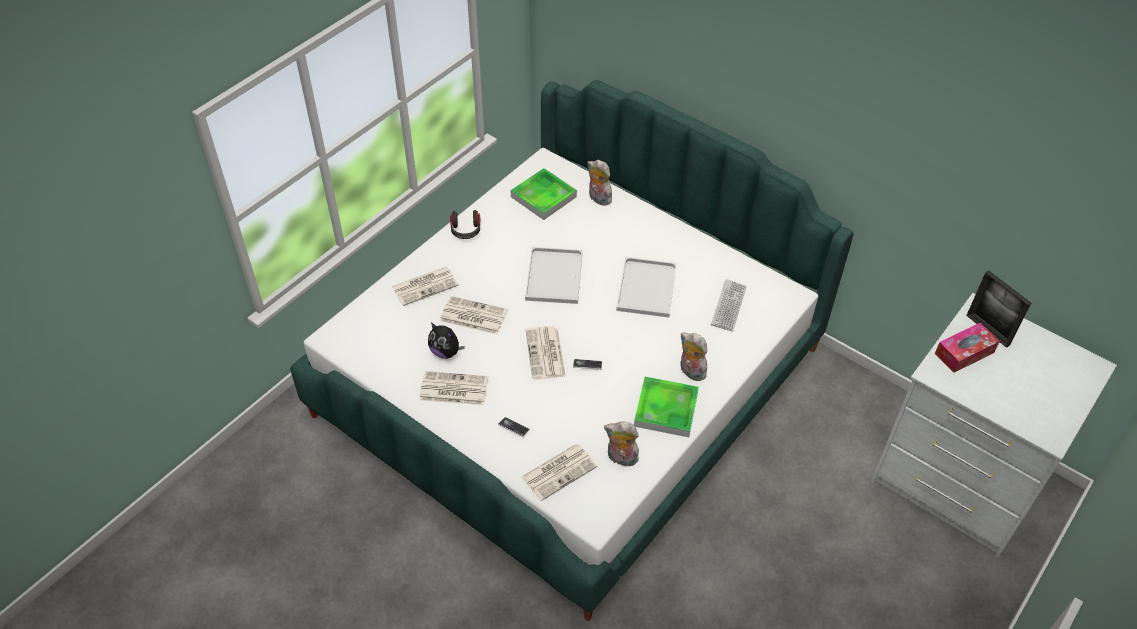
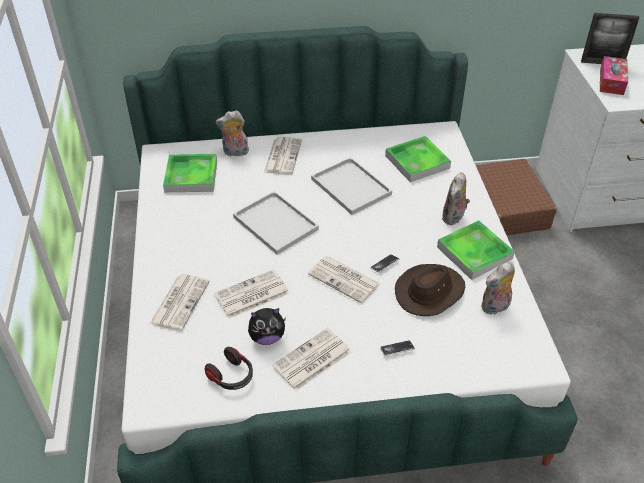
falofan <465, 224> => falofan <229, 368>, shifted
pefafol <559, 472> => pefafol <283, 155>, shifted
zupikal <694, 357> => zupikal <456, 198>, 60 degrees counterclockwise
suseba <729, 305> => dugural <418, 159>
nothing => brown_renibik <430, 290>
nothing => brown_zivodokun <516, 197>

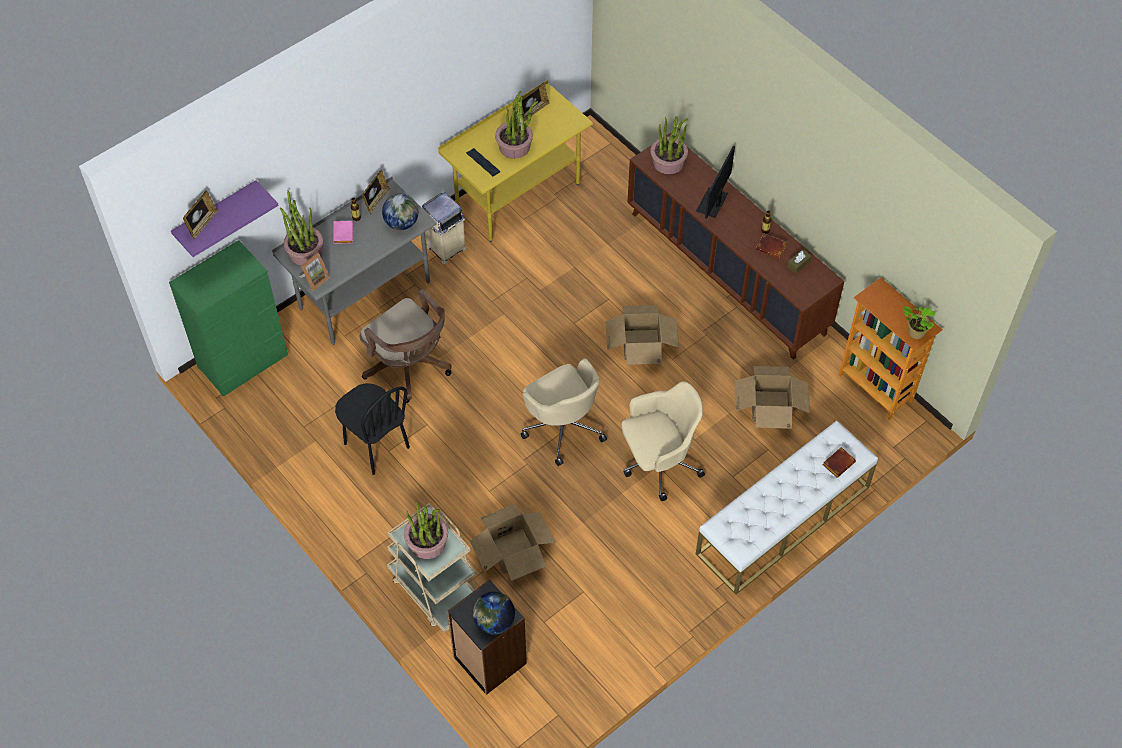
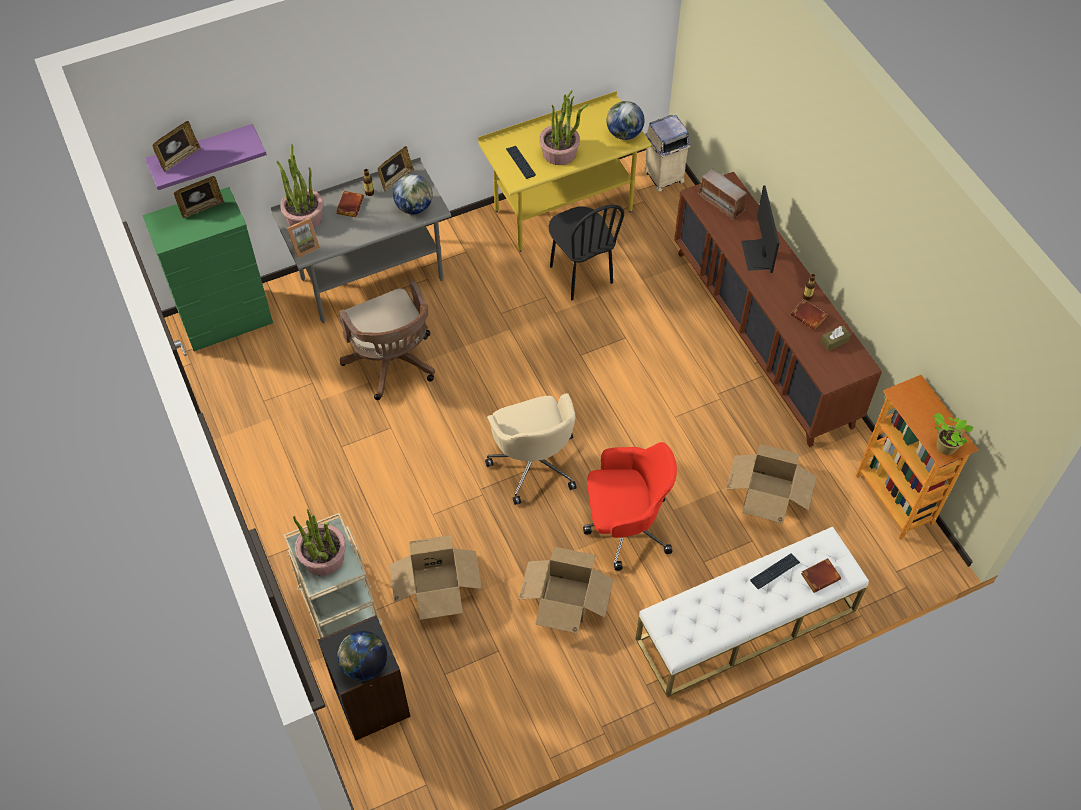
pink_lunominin <343, 232> => brown_lunominin <350, 204>
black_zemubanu <372, 429> => black_zemubanu <586, 252>, shifted
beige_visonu <444, 228> => beige_visonu <667, 153>, shifted
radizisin <534, 101> => radizisin <199, 197>, shifted
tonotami <642, 335> => tonotami <566, 590>, shifted
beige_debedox <663, 441> => red_debedox <630, 506>
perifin <669, 145> => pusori <723, 194>
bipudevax <715, 182> => bipudevax <760, 229>, 45 degrees counterclockwise
nothing => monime <625, 120>
nothing => suseba <775, 571>

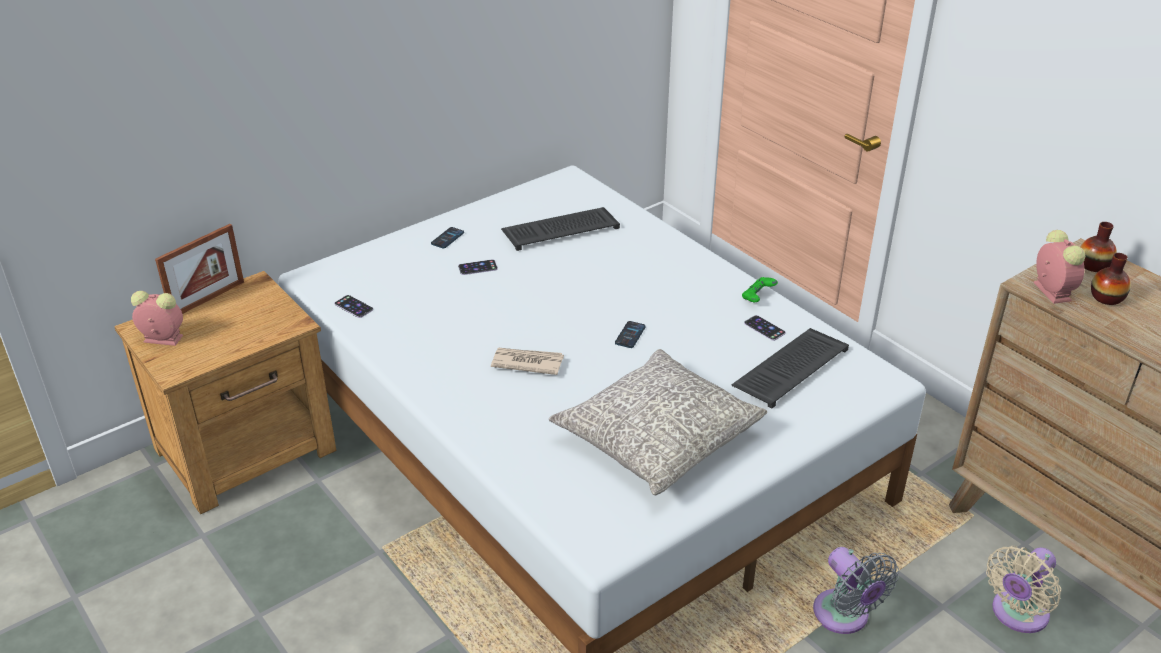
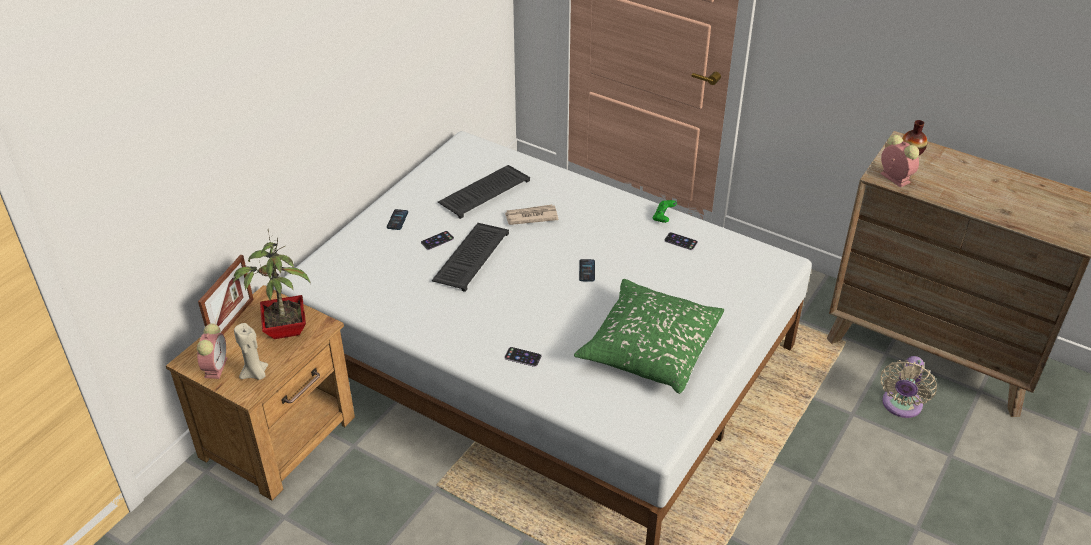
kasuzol <157, 318> => kasuzol <212, 351>, 105 degrees clockwise
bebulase <353, 306> => bebulase <523, 357>, shifted
pefafol <527, 361> => pefafol <531, 215>, shifted
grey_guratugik <658, 422> => green_guratugik <649, 336>
suseba <790, 368> => suseba <470, 257>, shifted
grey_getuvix <856, 590> => nothing
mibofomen <1111, 279> => nothing
nothing => perifin <272, 284>
nothing => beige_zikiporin <251, 351>

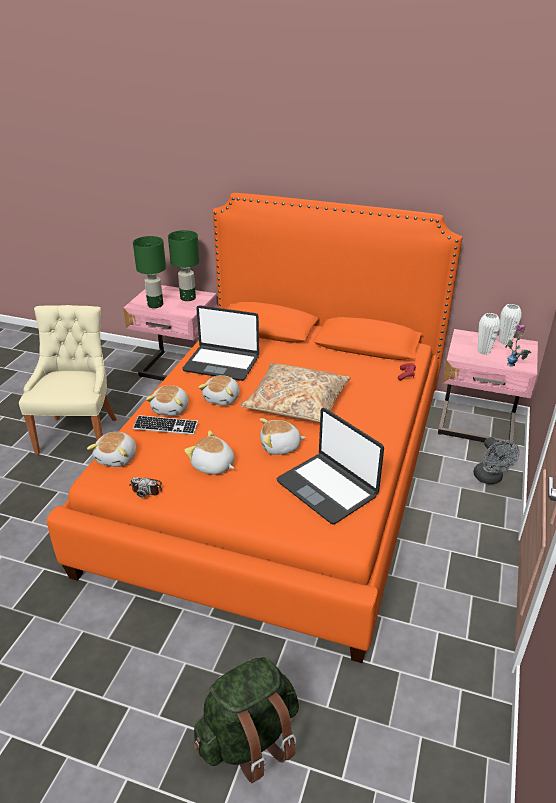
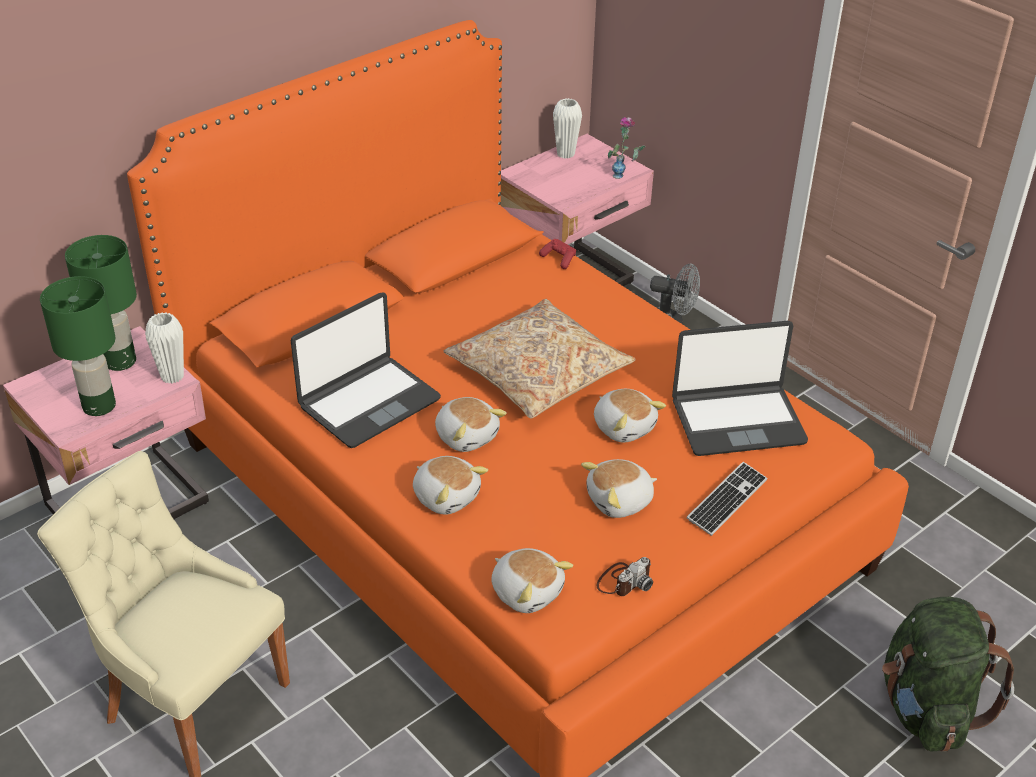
suseba <165, 425> => suseba <727, 499>, shifted
zupikal <283, 436> => zupikal <630, 415>, 60 degrees counterclockwise
white_mibofomen <489, 334> => white_mibofomen <164, 348>, shifted

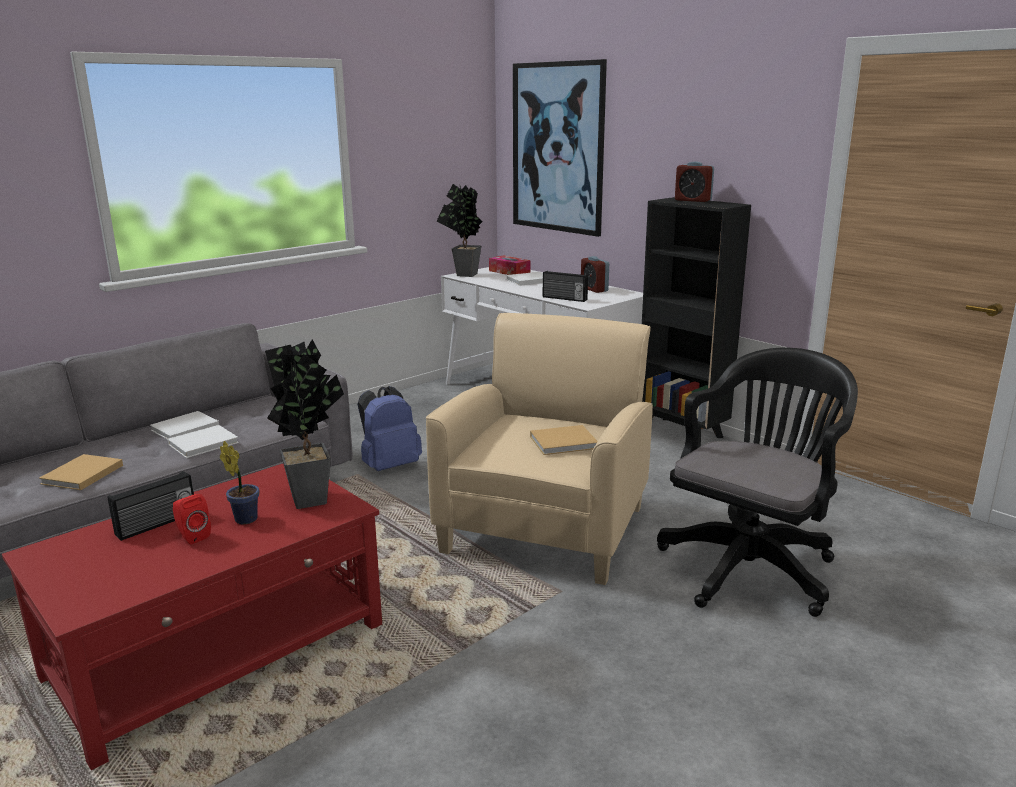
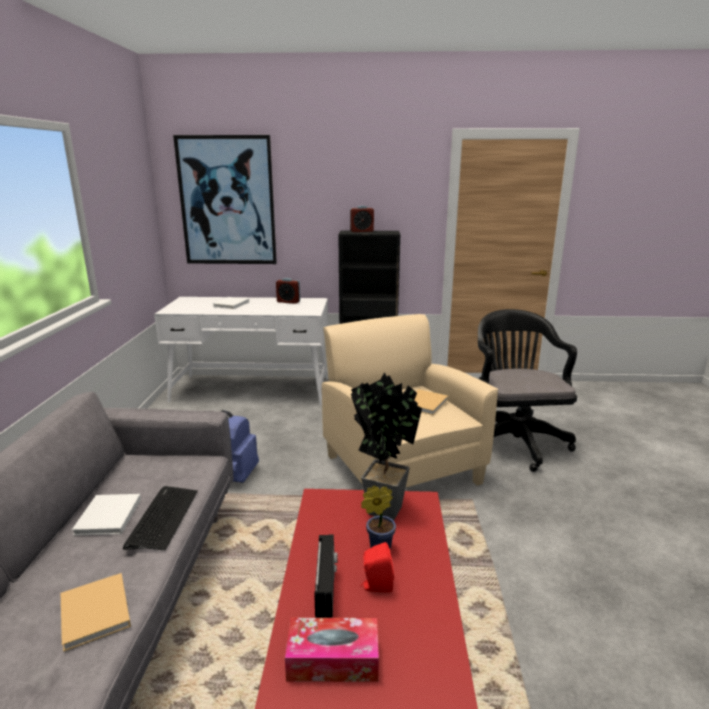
white_lunominin <203, 441> => suseba <160, 518>
perifin <459, 230> => nothing
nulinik <510, 265> => nulinik <332, 650>, shifted
pusori <565, 286> => nothing

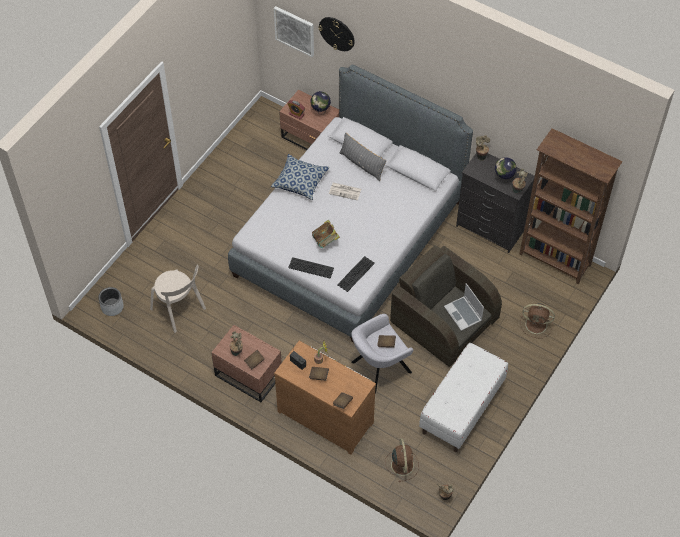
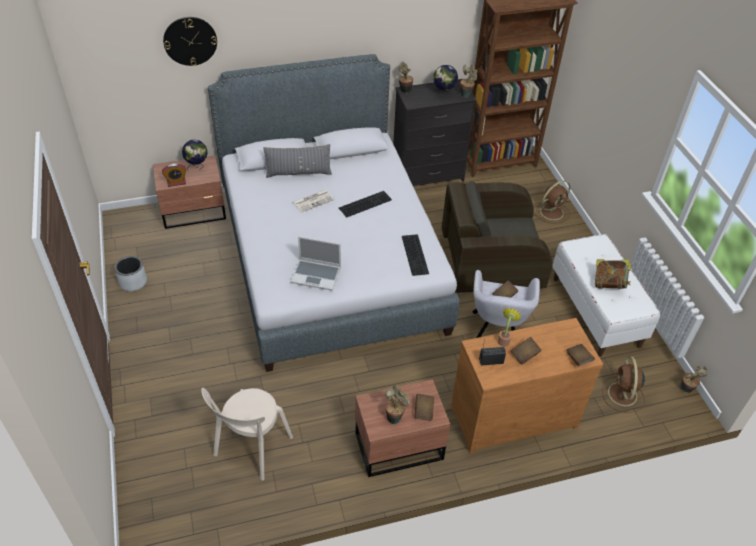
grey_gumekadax <111, 301> => grey_gumekadax <130, 273>, shifted
beige_zemubanu <178, 298> => beige_zemubanu <247, 434>, 120 degrees clockwise
guratugik <300, 177> => nothing
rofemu <294, 31> => nothing
suseba <311, 267> => suseba <365, 204>, shifted
lunominin <326, 234> => lunominin <613, 274>, shifted
brown_getuvix <402, 460> => brown_getuvix <623, 384>, 120 degrees counterclockwise
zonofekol <464, 307> => zonofekol <315, 263>, shifted

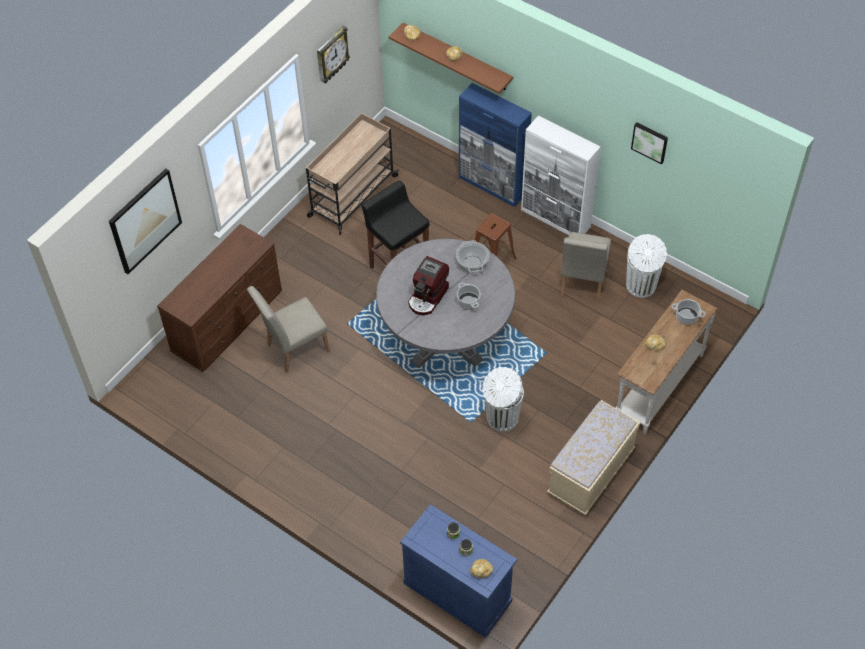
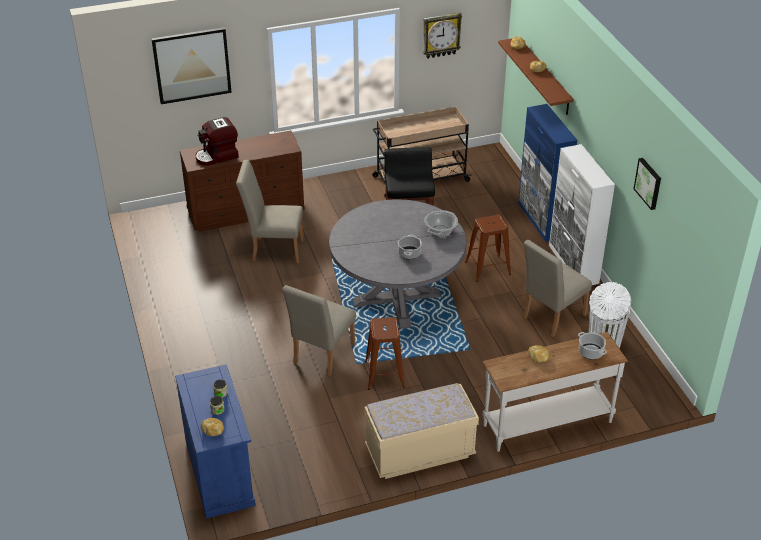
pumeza <428, 285> => pumeza <217, 141>, shifted
white_visonu <503, 399> => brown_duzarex <385, 353>
nothing => beige_zemubanu <319, 331>

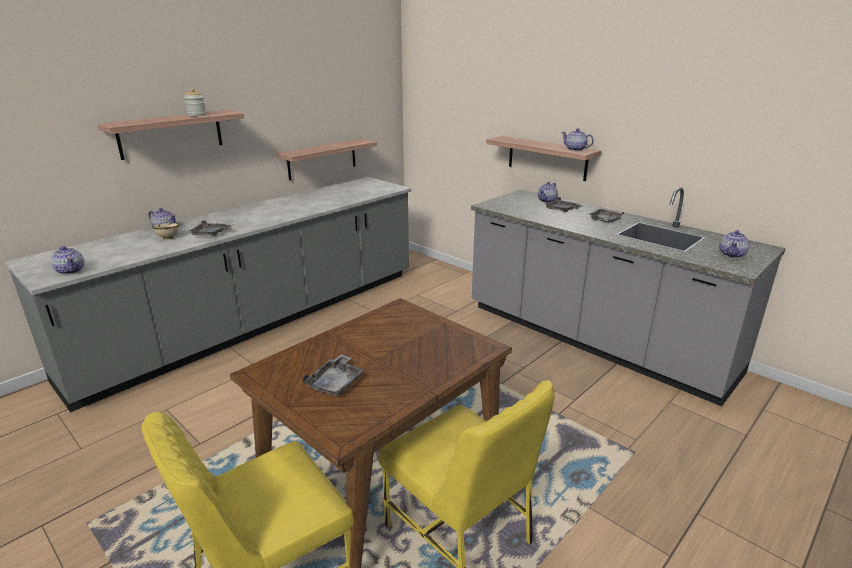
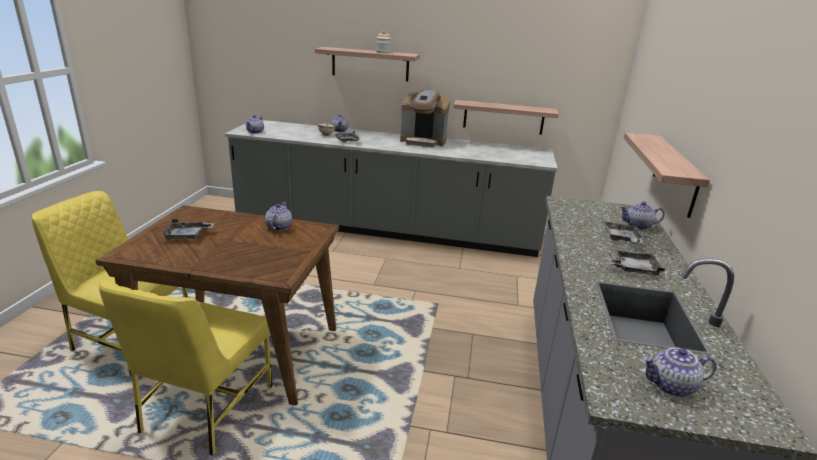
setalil <577, 140> => setalil <278, 216>, shifted
nothing => pumeza <425, 118>

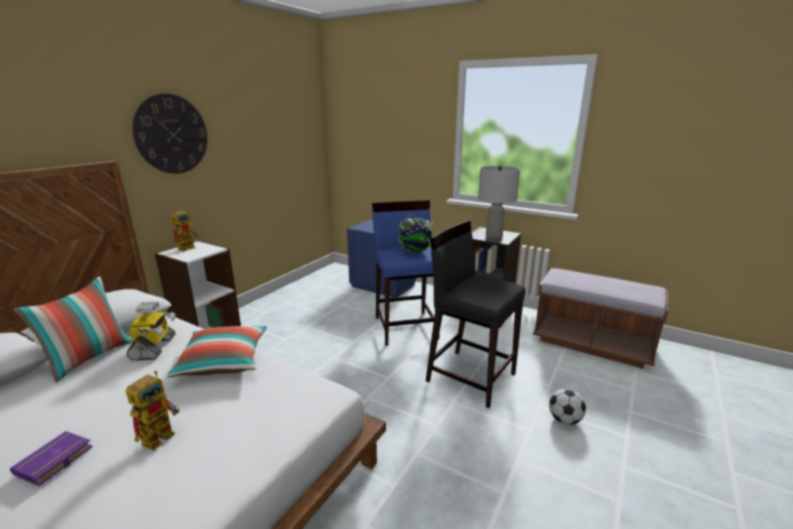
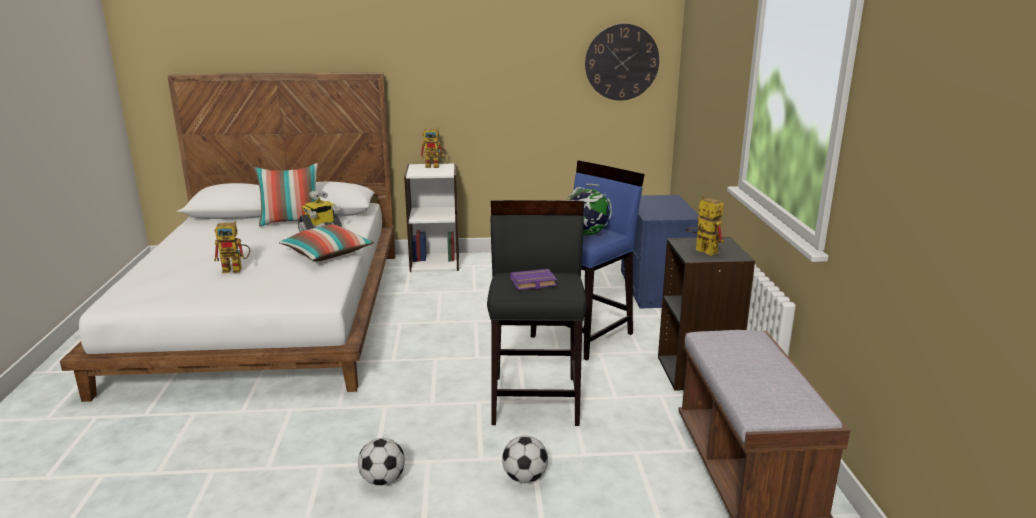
purple_lunominin <51, 458> => purple_lunominin <533, 279>, shifted
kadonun <170, 133> => kadonun <622, 62>, shifted
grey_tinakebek <499, 202> => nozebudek <704, 225>
nothing => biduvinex <381, 462>

